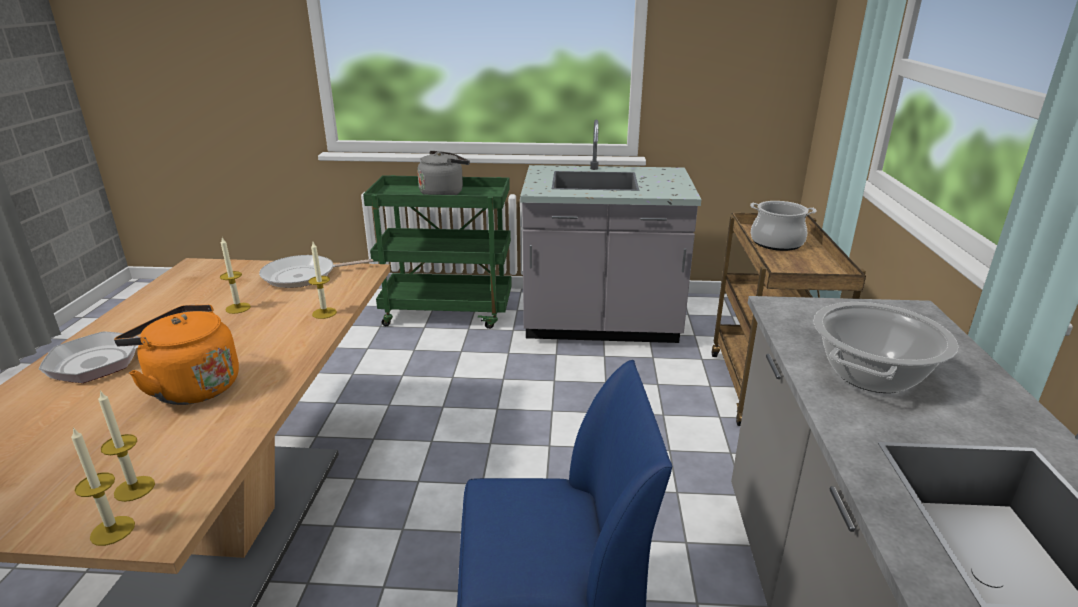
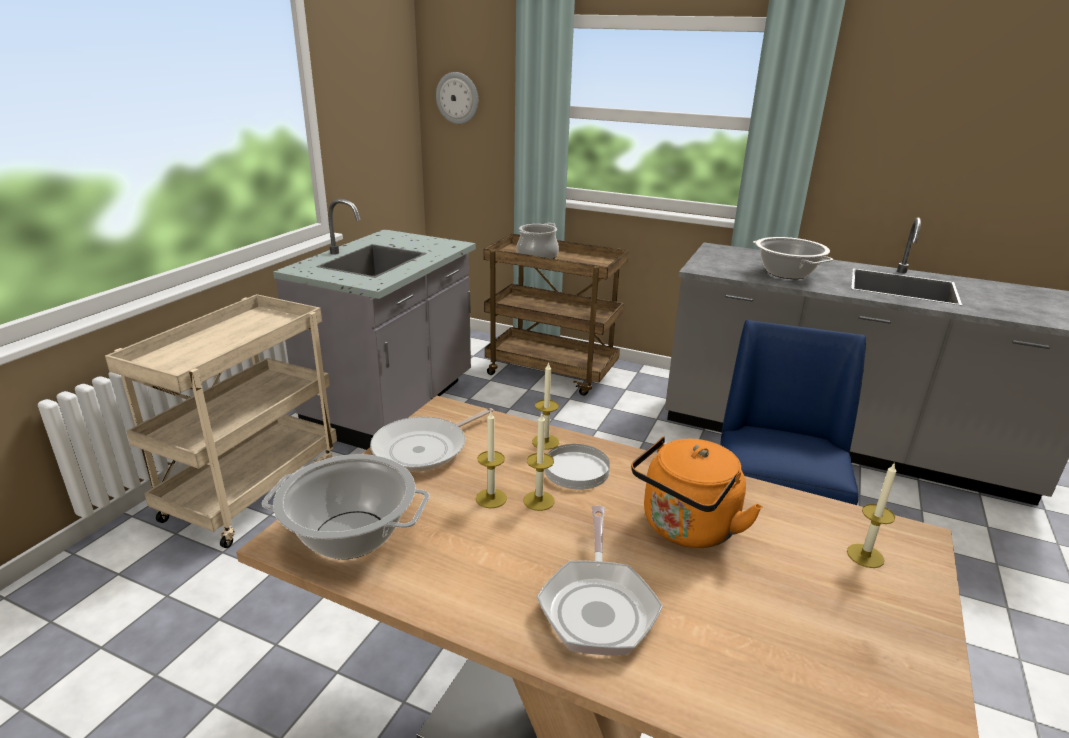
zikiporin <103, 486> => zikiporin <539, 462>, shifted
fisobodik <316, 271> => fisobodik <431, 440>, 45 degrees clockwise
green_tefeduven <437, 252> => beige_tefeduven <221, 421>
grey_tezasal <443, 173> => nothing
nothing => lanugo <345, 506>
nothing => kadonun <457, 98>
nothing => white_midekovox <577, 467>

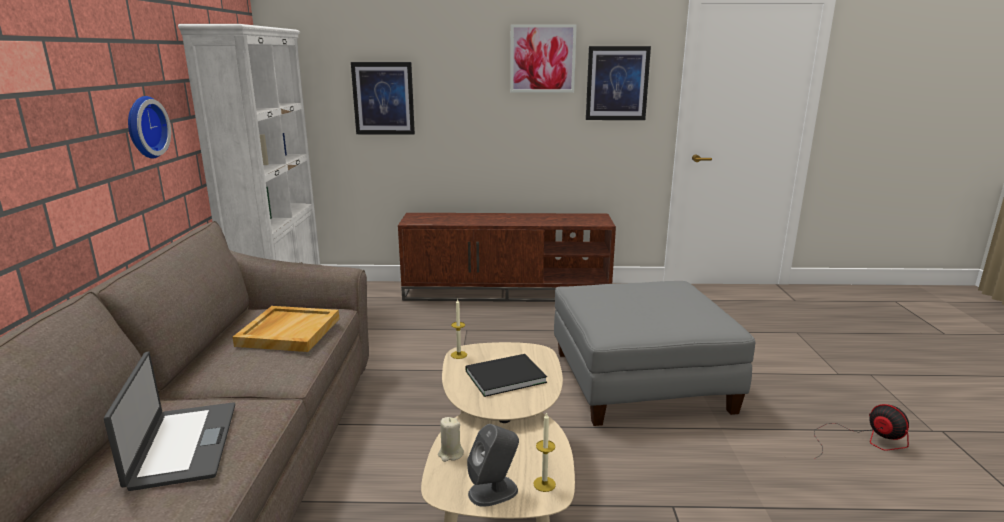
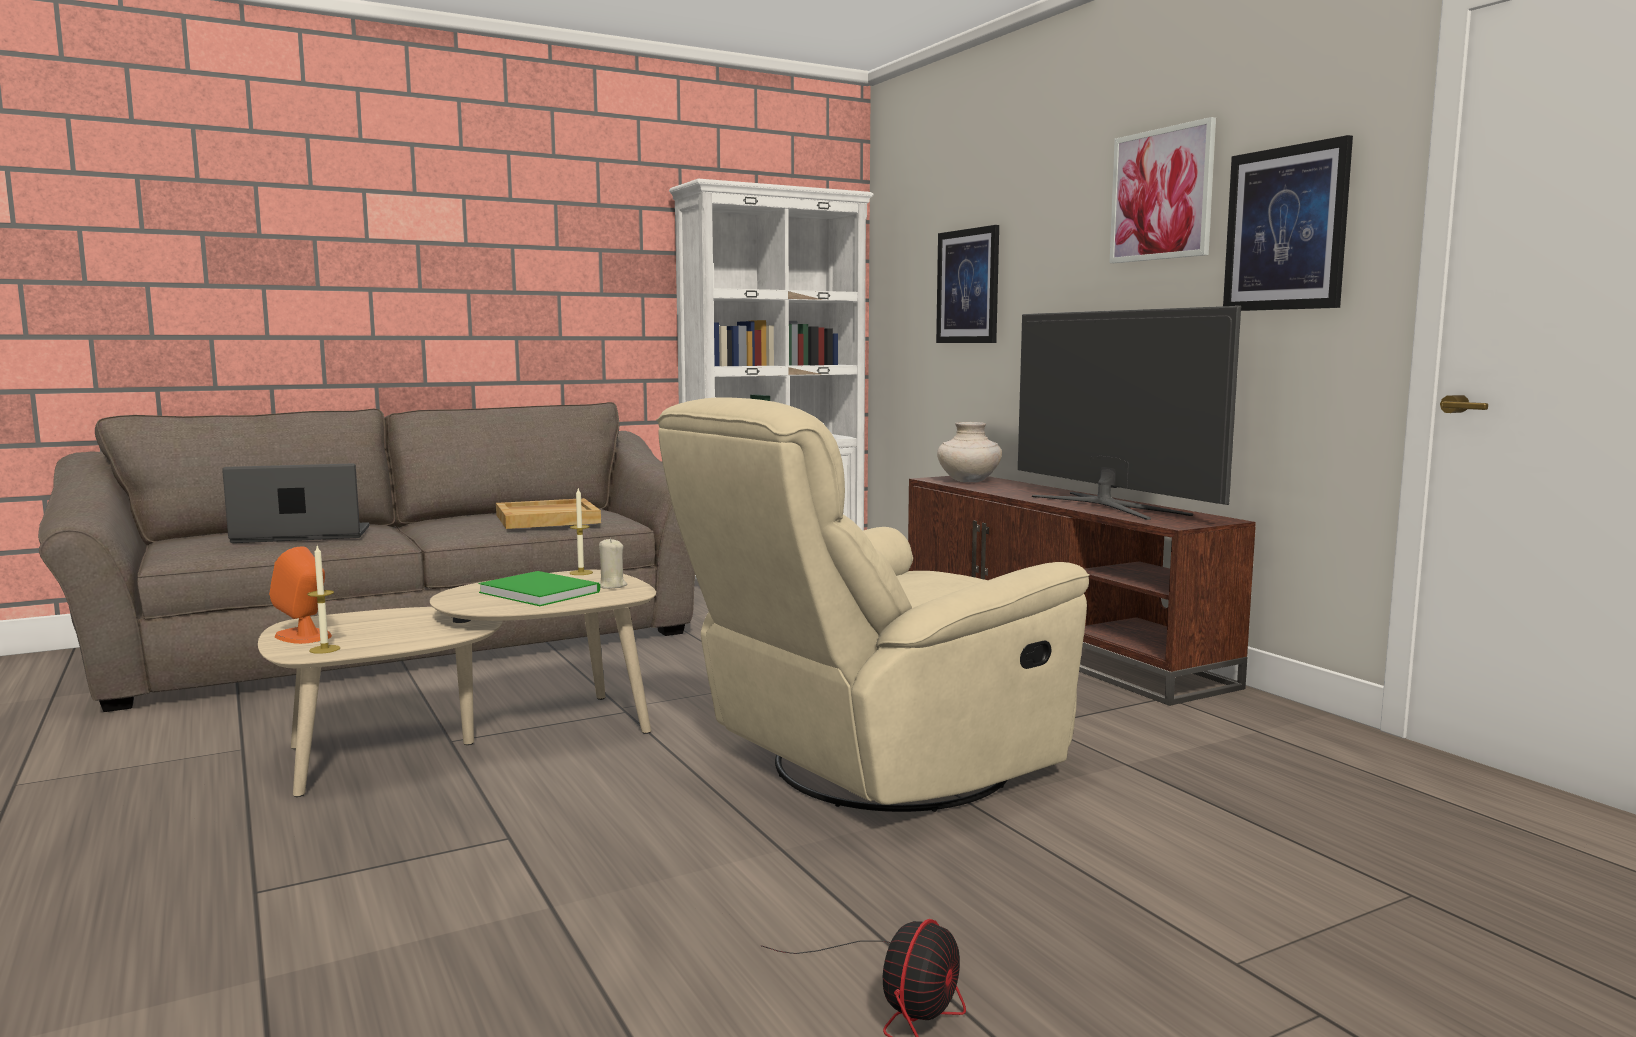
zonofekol <169, 421> => zonofekol <296, 503>, 150 degrees counterclockwise
kadonun <149, 127> => nothing
beige_zikiporin <451, 439> => beige_zikiporin <612, 563>, shifted
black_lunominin <506, 375> => green_lunominin <539, 588>
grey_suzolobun <493, 465> => orange_suzolobun <300, 595>
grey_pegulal <654, 353> => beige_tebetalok <873, 604>
nothing => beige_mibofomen <969, 452>
nothing => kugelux <1129, 413>

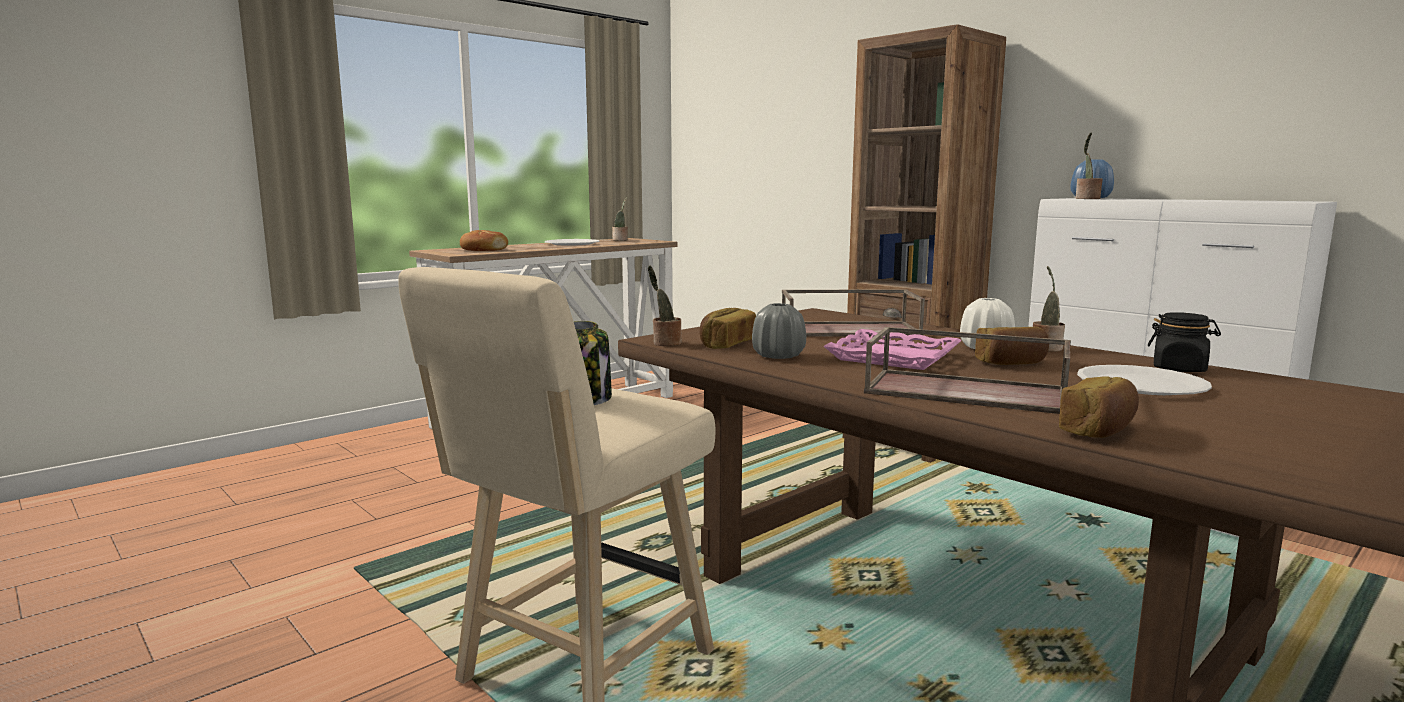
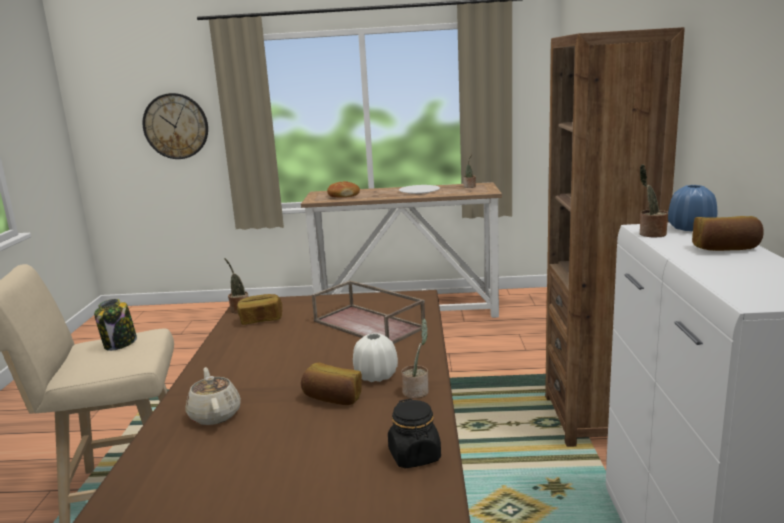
grey_mibofomen <779, 331> => nothing
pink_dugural <893, 349> => nothing
brown_dugural <967, 370> => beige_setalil <213, 396>
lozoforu <1099, 407> => lozoforu <728, 233>, shifted
white_midekovox <1144, 380> => nothing
nothing => kadonun <175, 126>

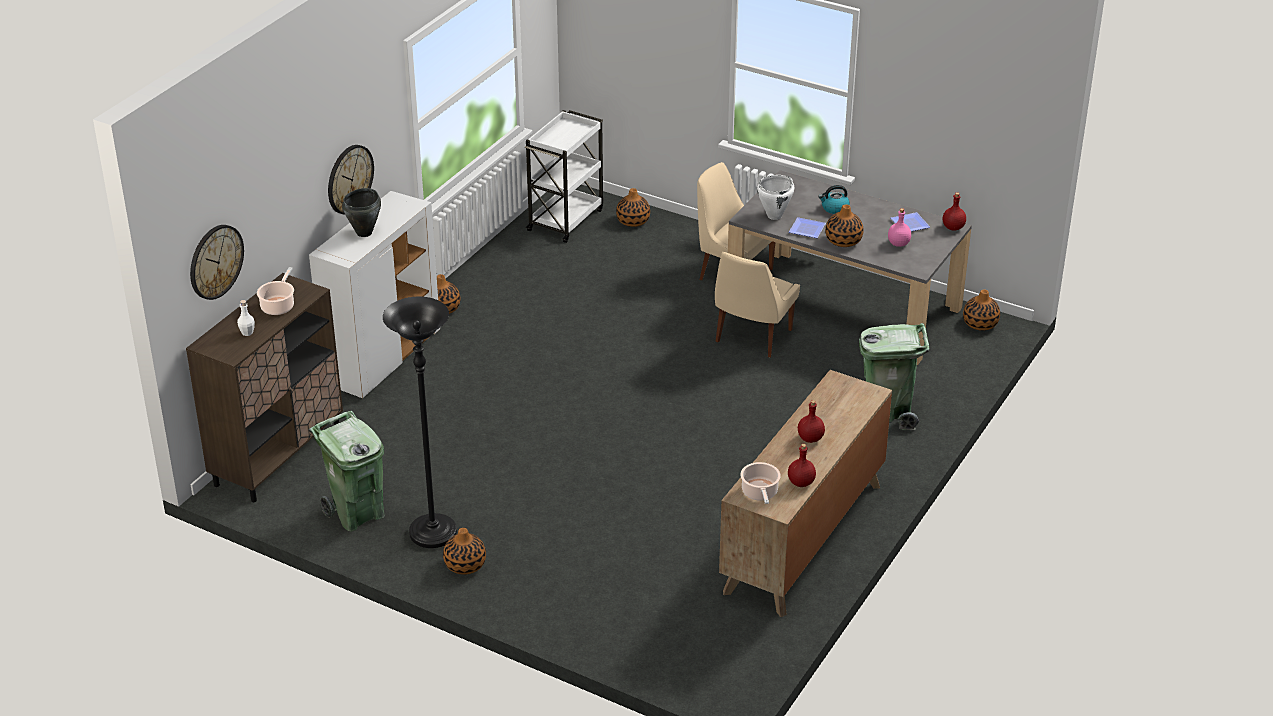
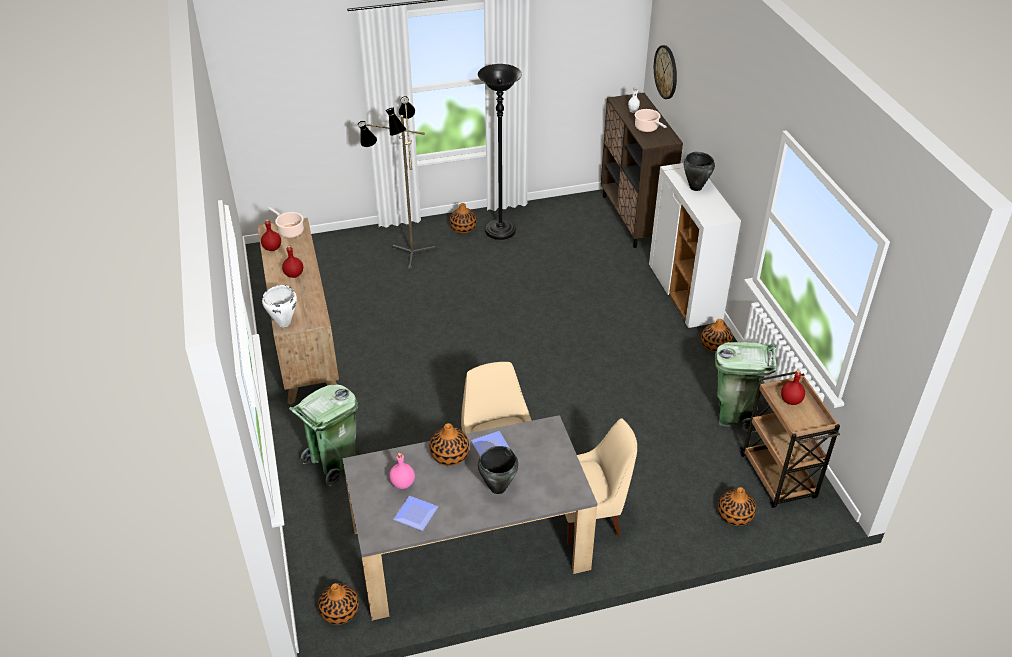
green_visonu <347, 471> => green_visonu <746, 387>, shifted
kadonun <351, 180> => nothing
white_tefeduven <564, 176> => brown_tefeduven <790, 440>
white_lanugo <775, 197> => white_lanugo <279, 306>, shifted
tezasal <834, 199> => black_lanugo <498, 470>
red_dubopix <954, 212> => red_dubopix <793, 387>, shifted
nothing => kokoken <397, 183>

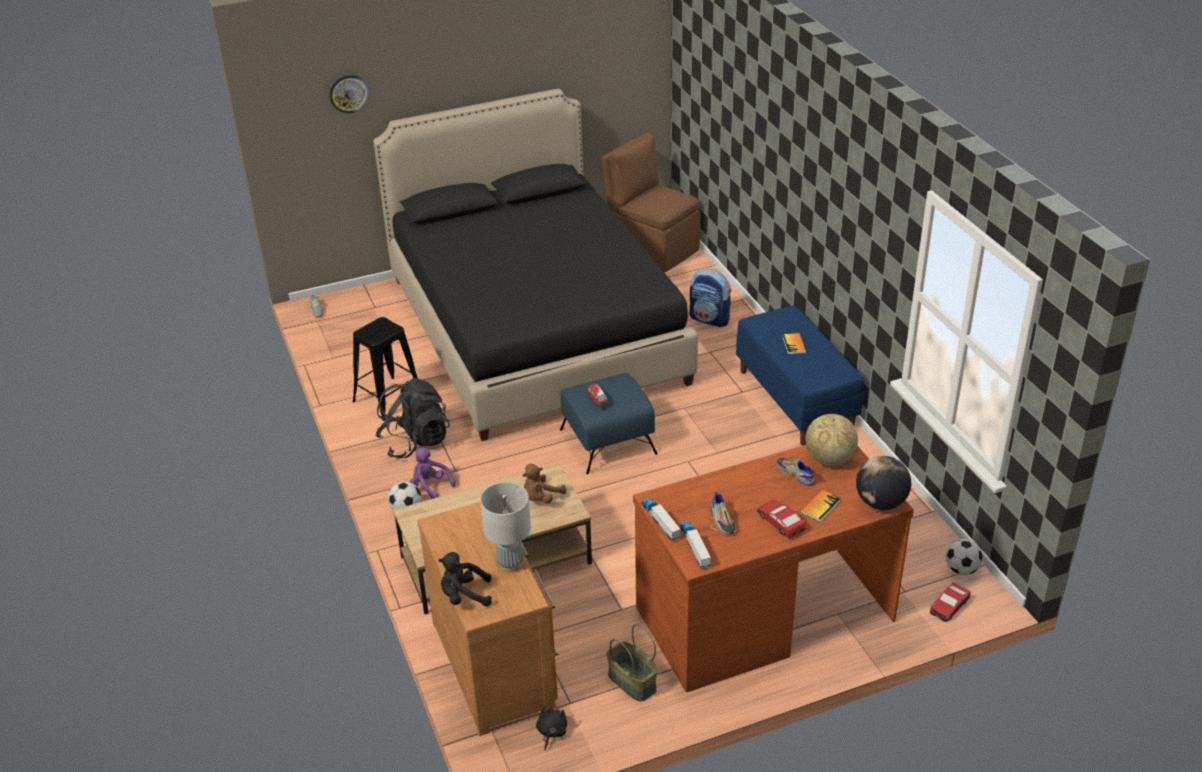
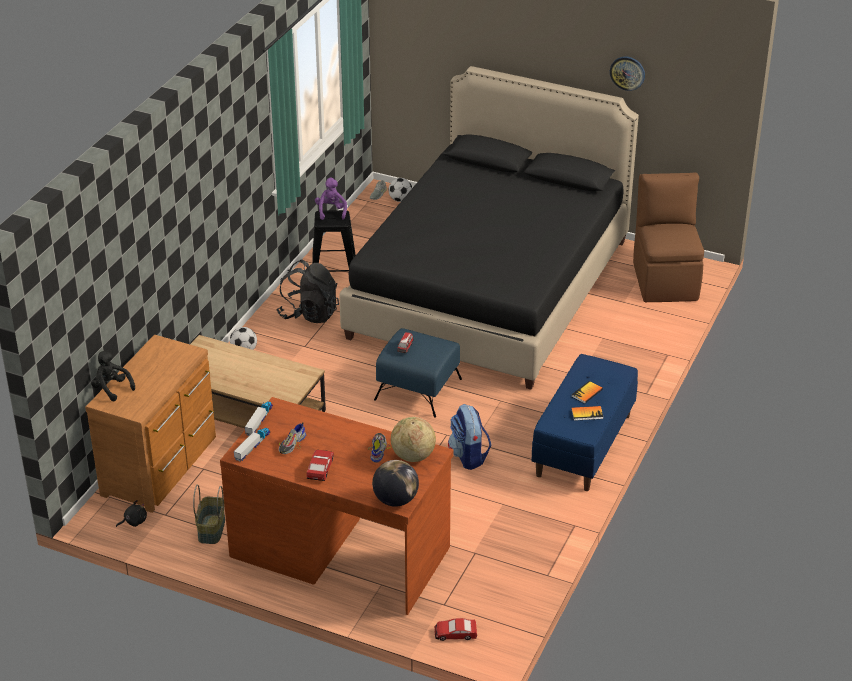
kadonun <349, 93> => kadonun <627, 74>, shifted
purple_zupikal <433, 473> => purple_zupikal <331, 199>, shifted
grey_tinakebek <505, 527> => nothing
brown_zupikal <544, 484> => nothing
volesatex <710, 298> => volesatex <469, 437>, shifted
lunominin <820, 506> => lunominin <587, 413>, shifted
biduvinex <964, 557> => biduvinex <400, 190>, shifted

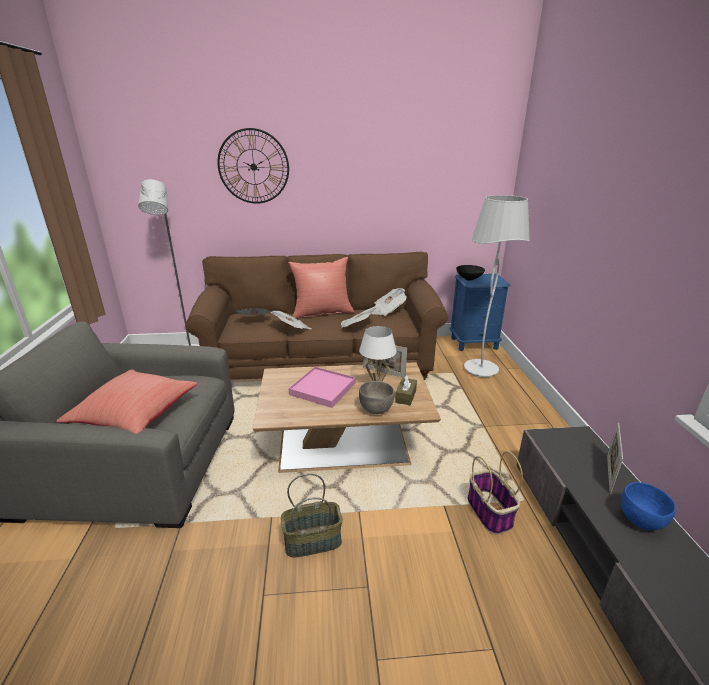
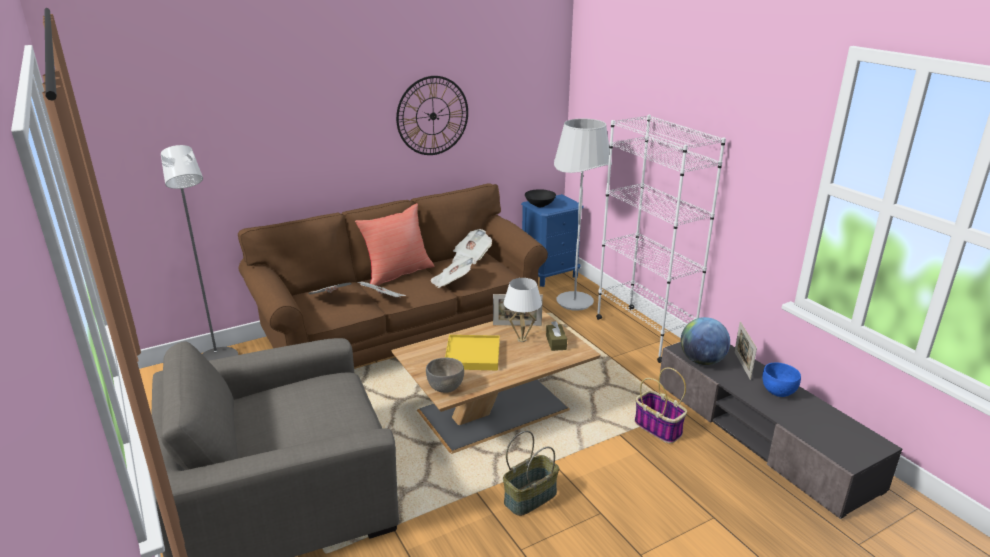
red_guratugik <126, 401> => nothing
kadonun <253, 166> => kadonun <432, 115>, shifted
pink_dugural <321, 387> => yellow_dugural <472, 352>
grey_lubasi <376, 397> => grey_lubasi <445, 375>, shifted
nothing => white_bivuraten <661, 239>
nothing => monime <705, 341>

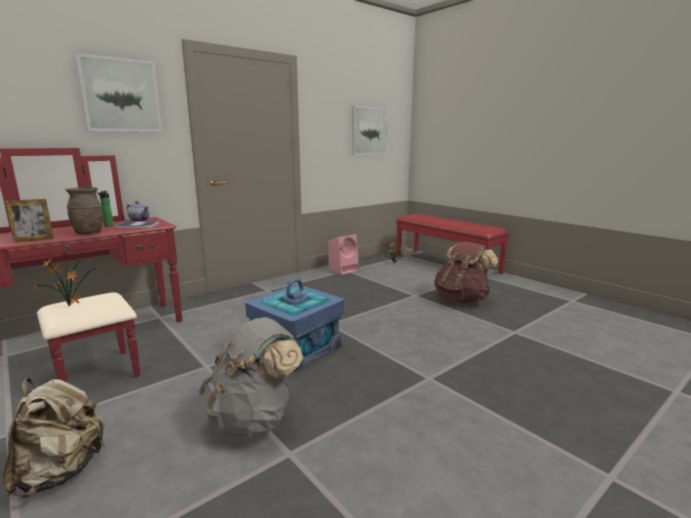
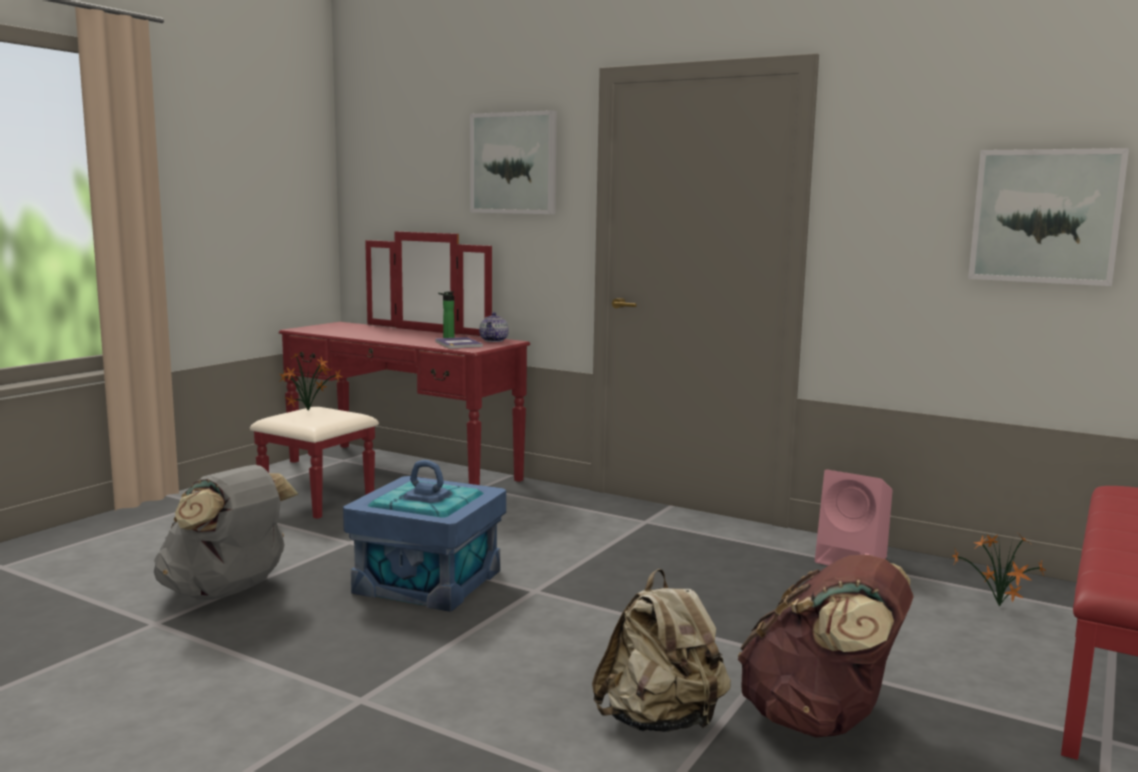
beige_volesatex <54, 438> => beige_volesatex <661, 650>, shifted
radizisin <29, 221> => nothing
brown_mibofomen <84, 210> => nothing

